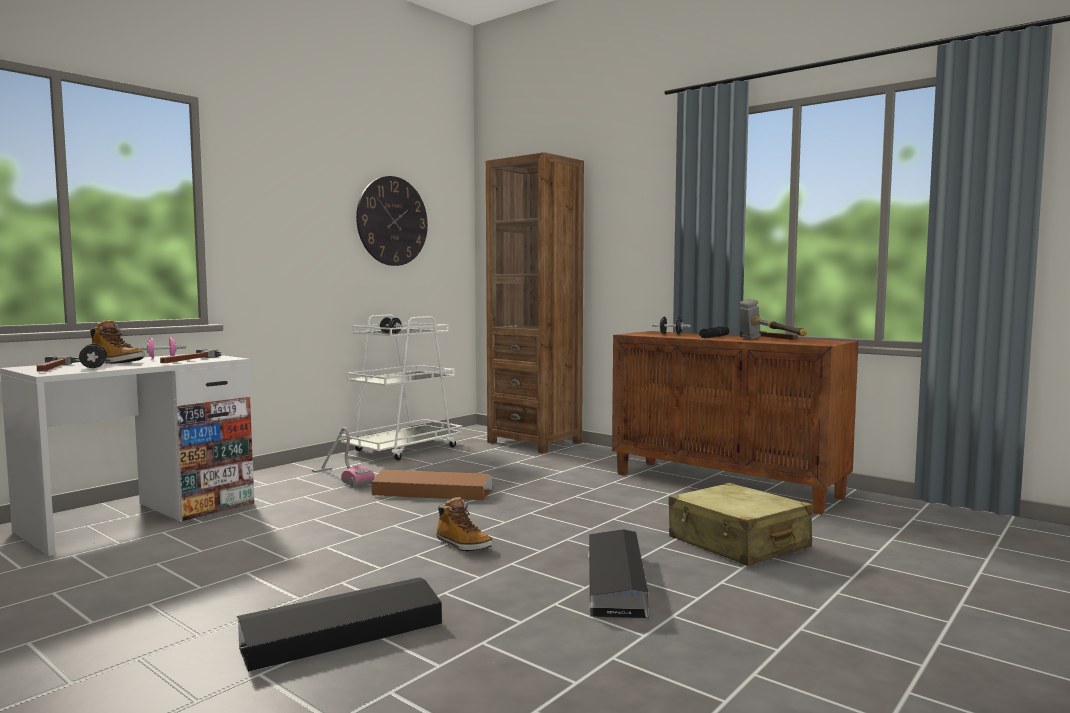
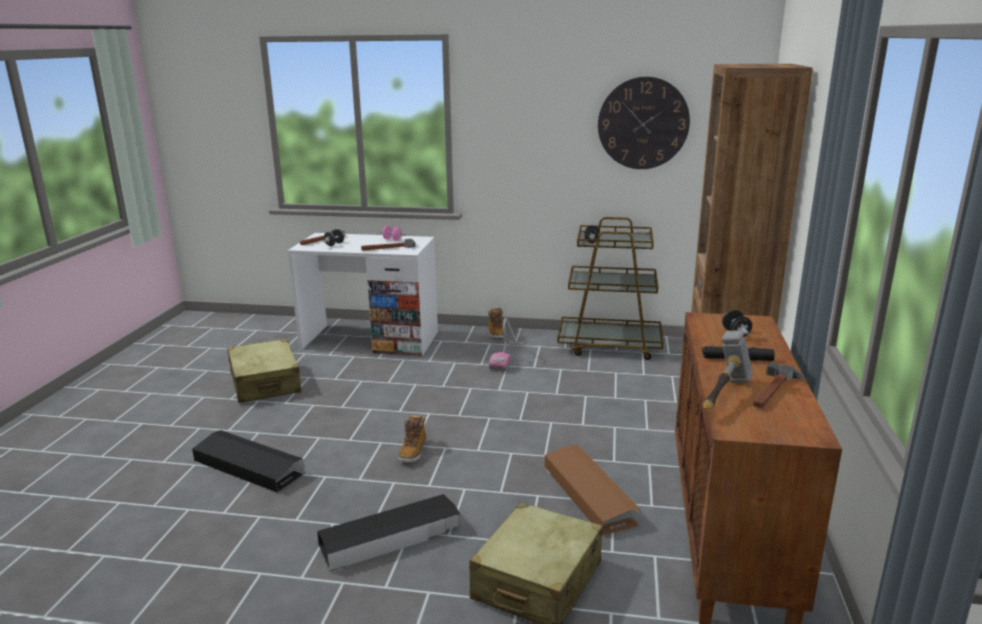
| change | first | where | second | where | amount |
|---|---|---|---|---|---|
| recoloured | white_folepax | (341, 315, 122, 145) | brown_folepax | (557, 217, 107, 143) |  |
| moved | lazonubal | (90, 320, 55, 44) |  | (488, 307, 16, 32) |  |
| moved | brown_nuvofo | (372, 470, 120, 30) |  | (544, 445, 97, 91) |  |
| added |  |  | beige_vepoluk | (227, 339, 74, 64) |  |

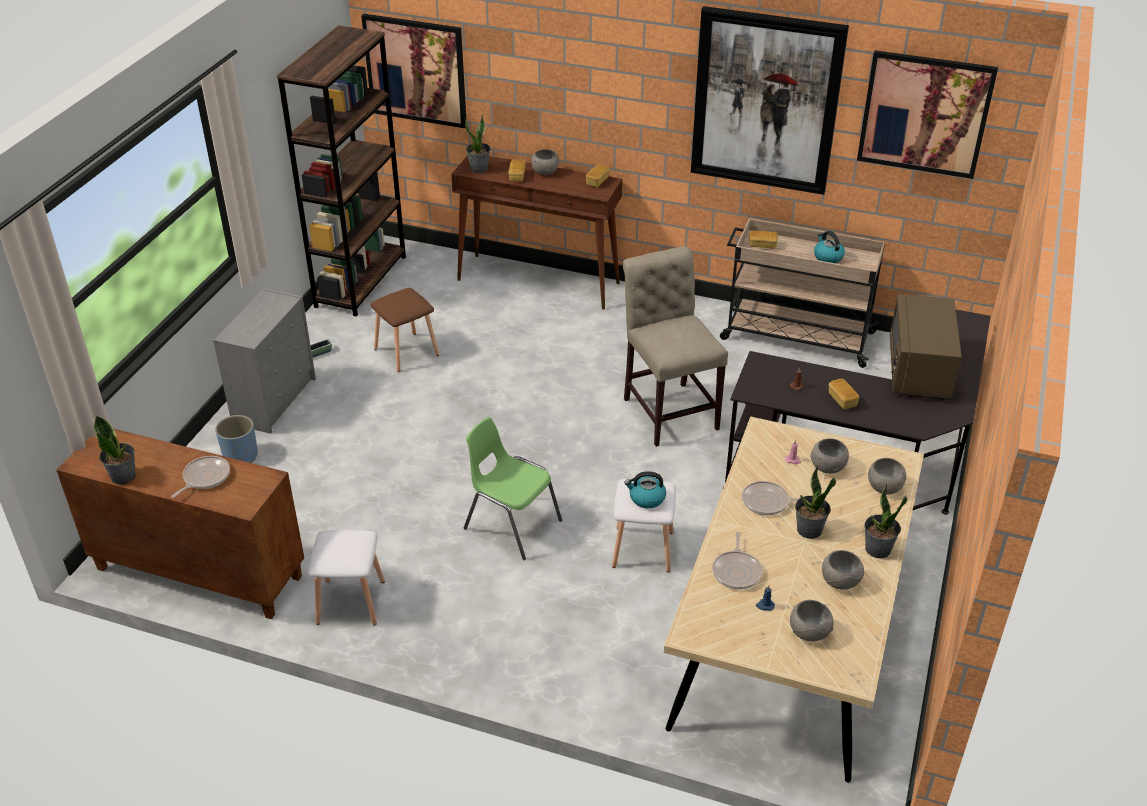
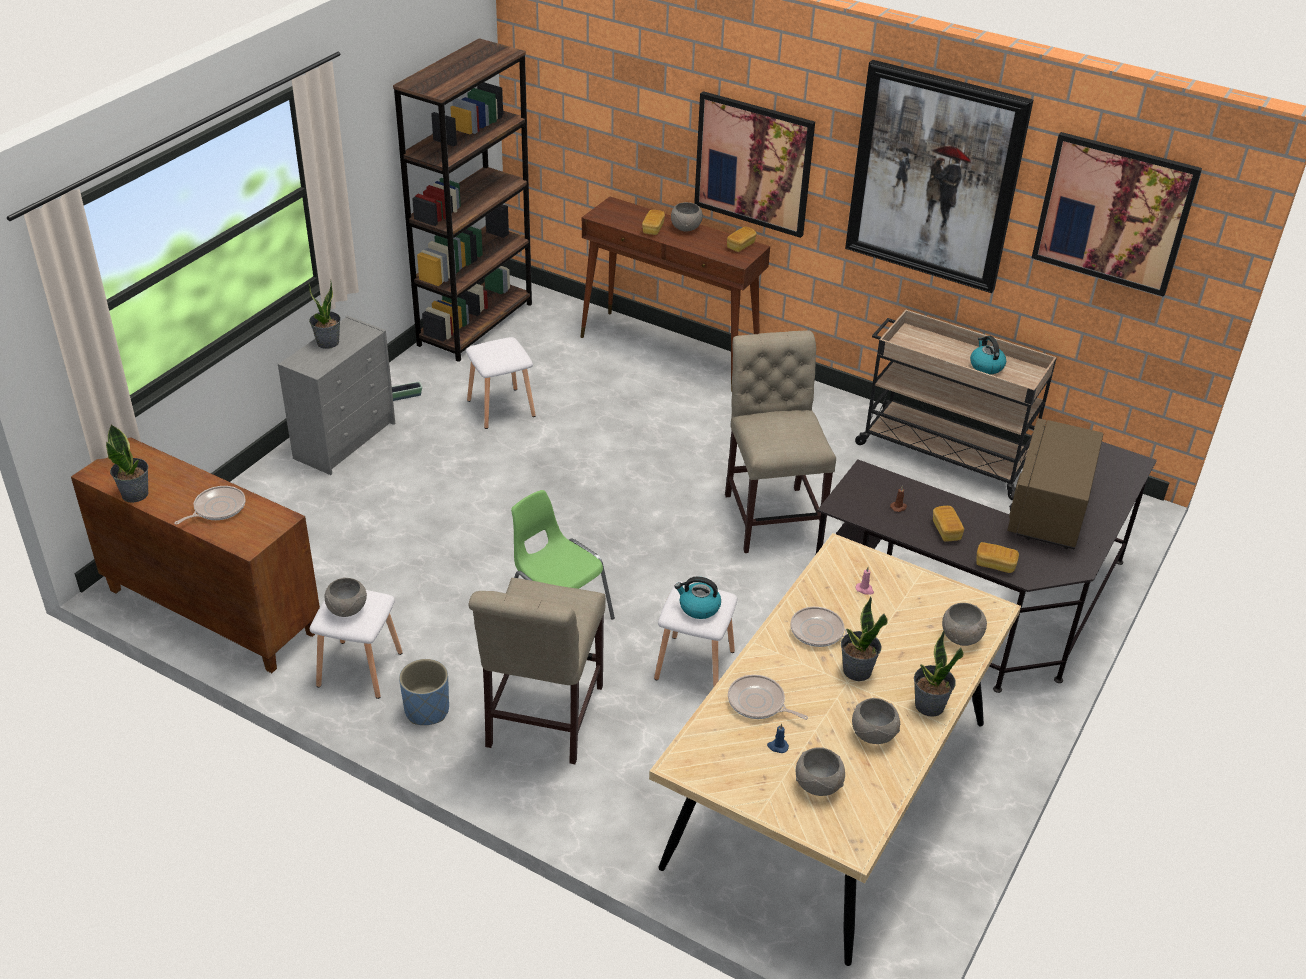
| change | first | where | second | where | amount |
|---|---|---|---|---|---|
| moved | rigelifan | (361, 14, 105, 114) |  | (694, 91, 121, 147) |  |
| moved | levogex | (465, 115, 26, 58) |  | (308, 280, 33, 69) |  |
| moved | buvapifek | (749, 231, 29, 18) |  | (976, 542, 43, 31) |  |
| recoloured | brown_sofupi | (371, 288, 68, 84) | white_sofupi | (466, 337, 70, 92) |  |
| moved | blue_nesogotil | (215, 415, 43, 48) |  | (399, 659, 50, 66) |  |
| moved | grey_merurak | (810, 438, 39, 36) |  | (325, 577, 42, 40) |  |
| turned | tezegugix | (712, 532, 51, 57) |  | (728, 675, 80, 45) | 105 degrees clockwise |
| added |  |  | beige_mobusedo | (468, 578, 138, 186) |  |

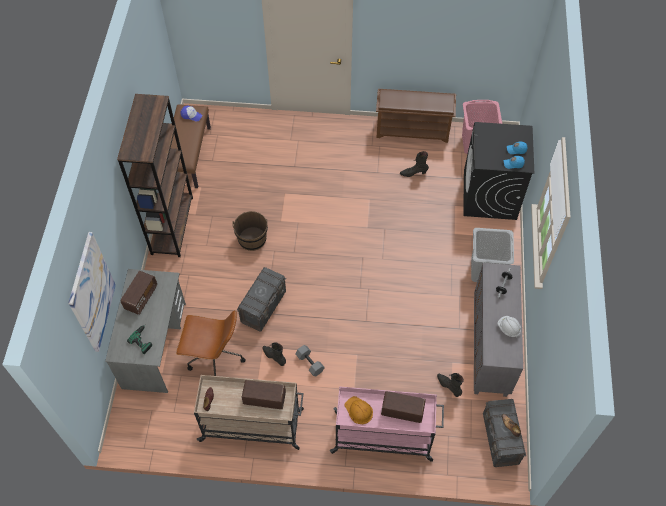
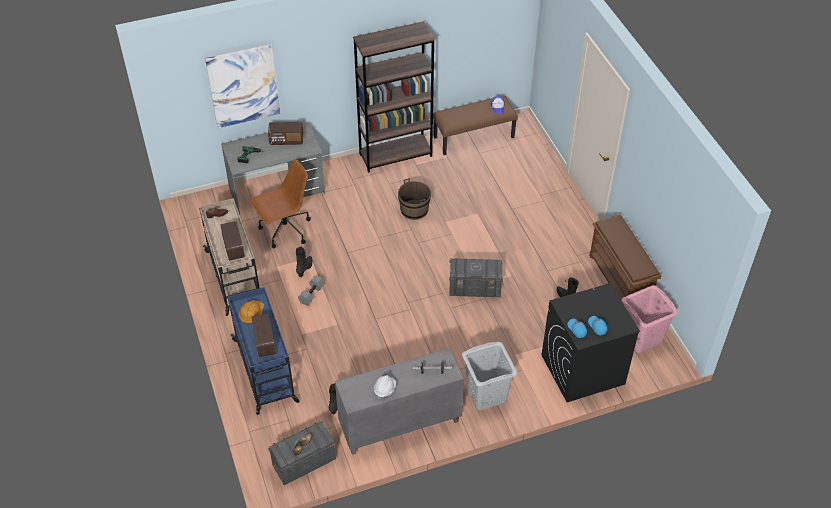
| change | first | where | second | where | amount |
|---|---|---|---|---|---|
| moved | grey_nuvofo | (237, 267, 49, 65) |  | (449, 258, 54, 39) |  |
| turned | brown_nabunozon | (176, 310, 70, 66) |  | (249, 159, 62, 89) | 105 degrees counterclockwise |
| recoloured | pink_folepax | (330, 386, 114, 76) | blue_folepax | (228, 287, 71, 128) |  |

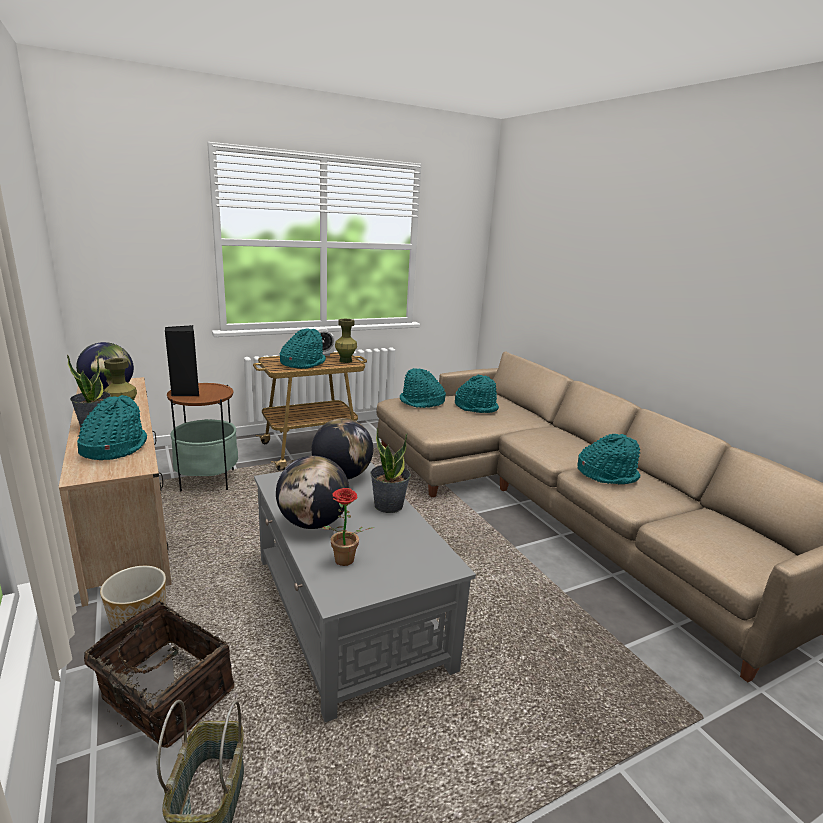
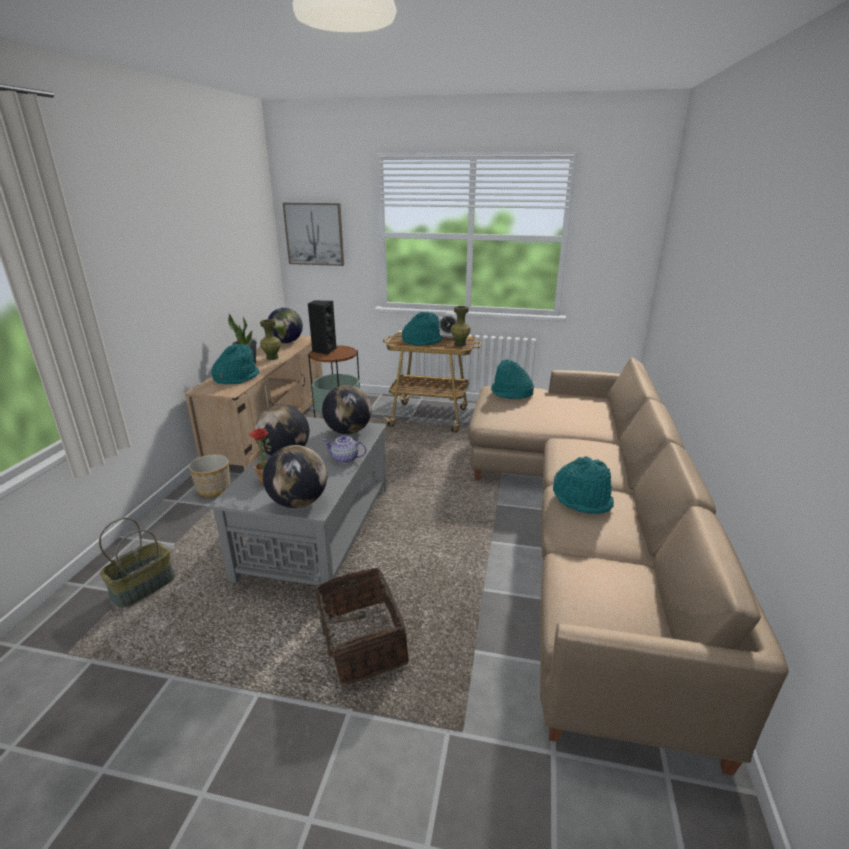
| change | first | where | second | where | amount |
|---|---|---|---|---|---|
| removed | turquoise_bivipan | (455, 375, 44, 38) |  |  |  |
| replaced | levogex | (370, 427, 41, 86) | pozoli | (323, 435, 44, 29) |  |
| moved | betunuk | (84, 601, 151, 147) |  | (307, 567, 102, 118) |  |
| added |  |  | rigelifan | (283, 203, 61, 63) |  |
| added |  |  | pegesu | (263, 445, 64, 63) |  |

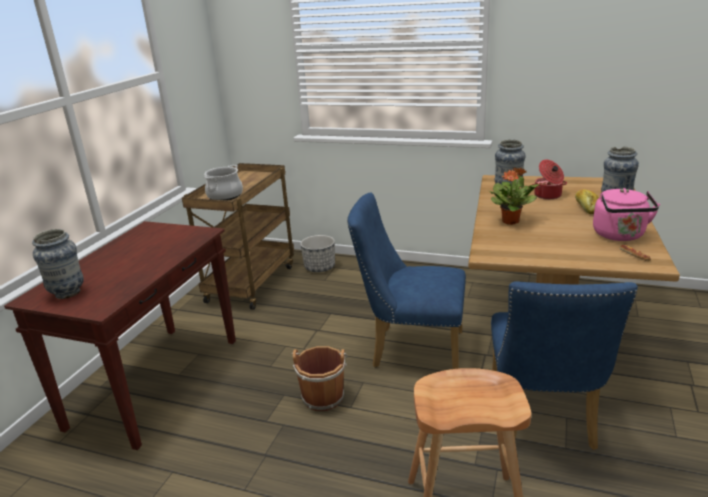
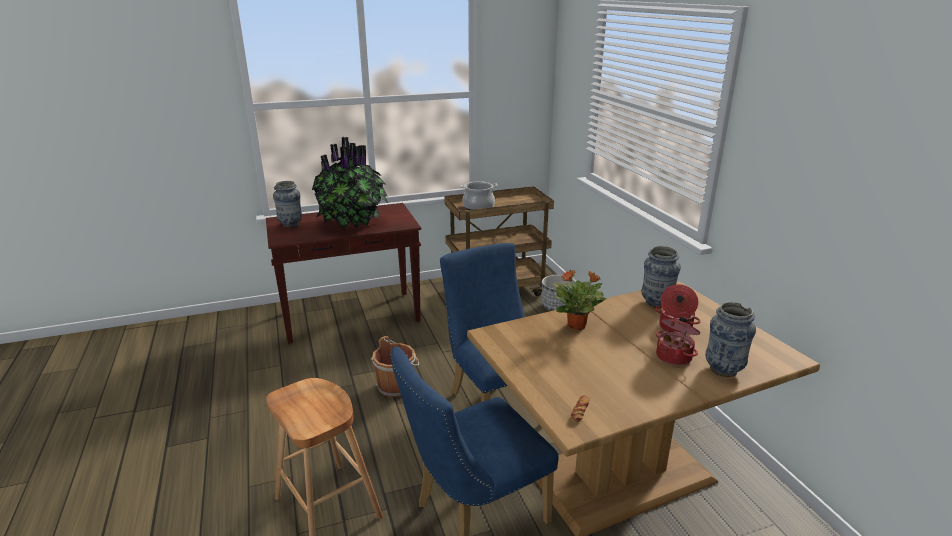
| change | first | where | second | where | amount |
|---|---|---|---|---|---|
| removed | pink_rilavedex | (593, 188, 67, 53) |  |  |  |
| replaced | buvapifek | (575, 189, 24, 25) | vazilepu | (656, 317, 44, 49) |  |
| added |  |  | levogex | (312, 137, 77, 92) |  |

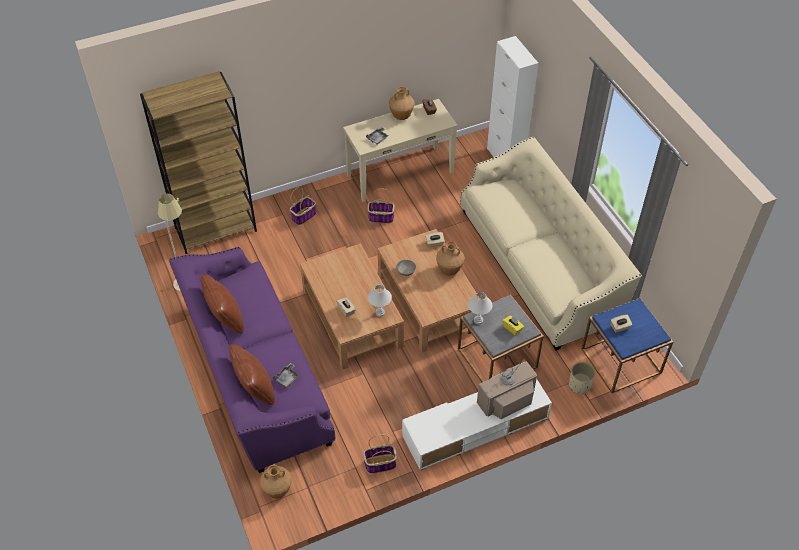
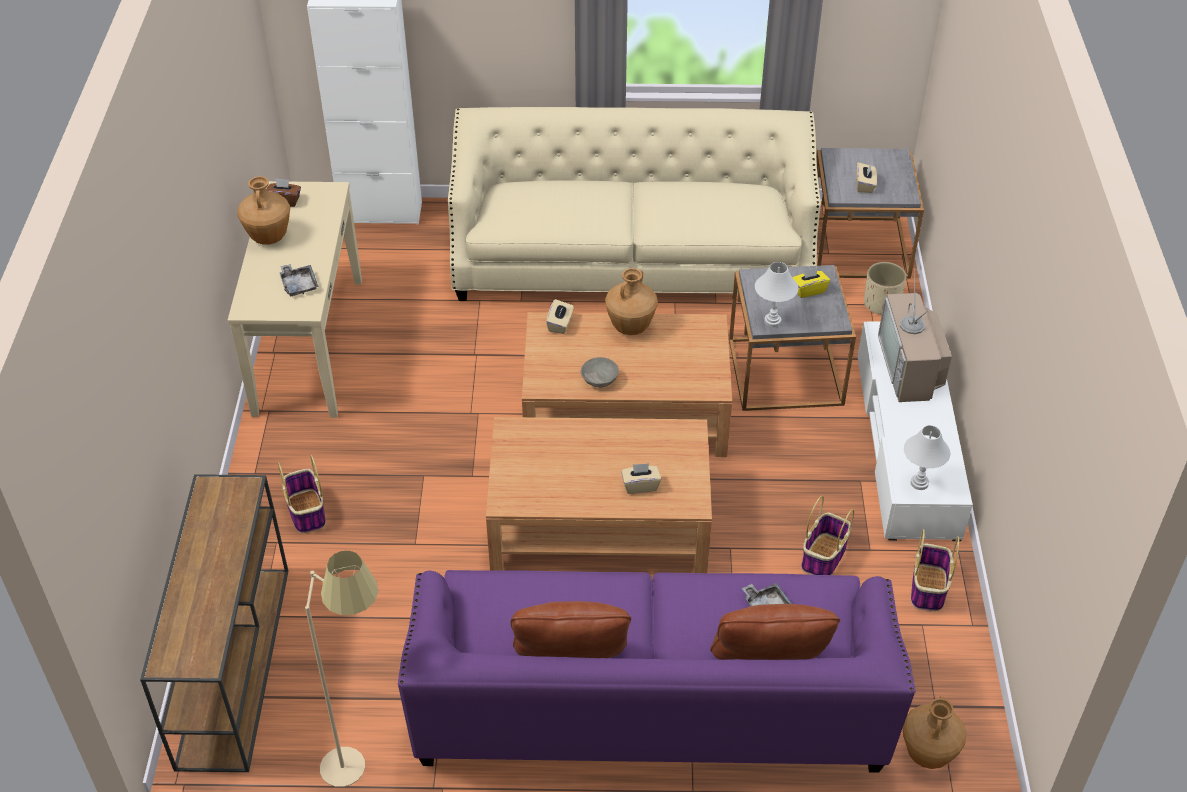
| change | first | where | second | where | amount |
|---|---|---|---|---|---|
| replaced | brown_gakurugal | (140, 71, 117, 183) | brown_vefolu | (140, 474, 148, 298) |  |
| moved | betunuk | (368, 188, 27, 35) |  | (801, 495, 53, 80) |  |
| moved | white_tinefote | (368, 285, 24, 32) |  | (904, 425, 46, 65) |  |
| recoloured | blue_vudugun | (582, 298, 91, 95) | grey_vudugun | (816, 148, 108, 131) |  |

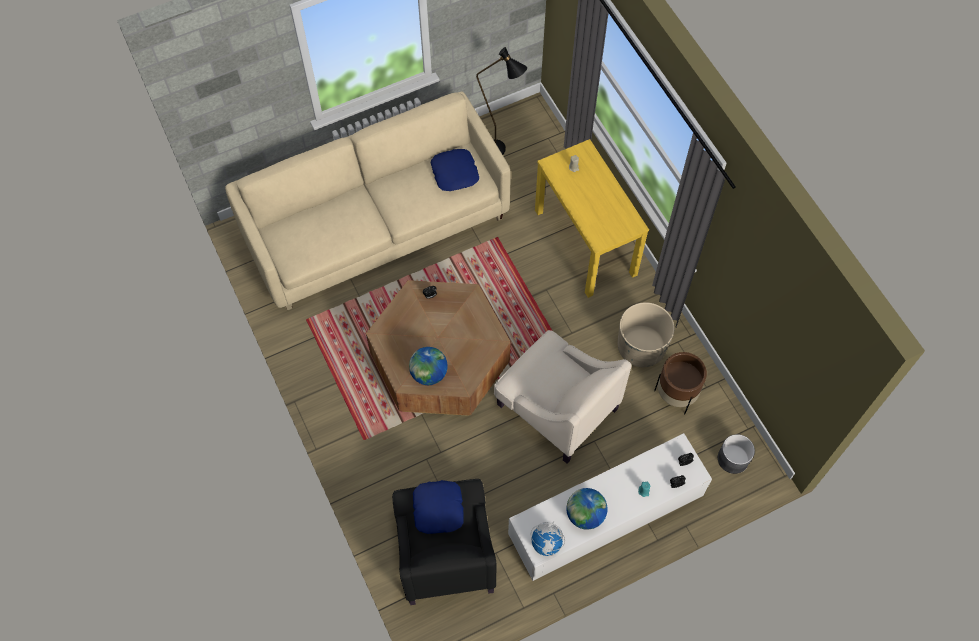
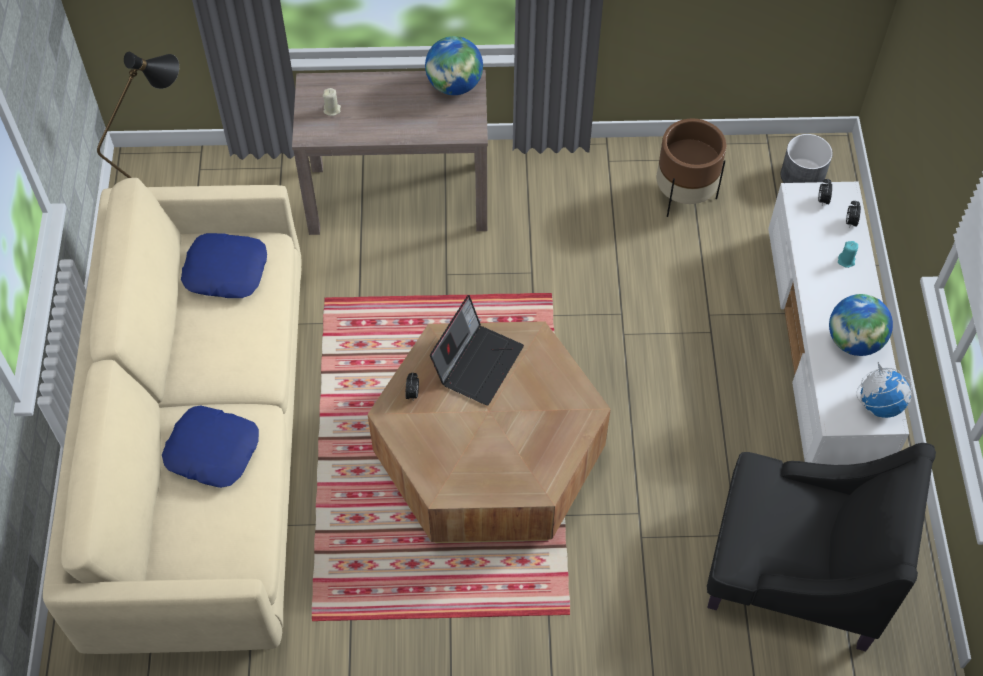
| change | first | where | second | where | amount |
|---|---|---|---|---|---|
| recoloured | yellow_vefolu | (535, 139, 114, 159) | brown_vefolu | (292, 70, 196, 165) |  |
| removed | beige_nesogotil | (618, 302, 56, 65) |  |  |  |
| removed | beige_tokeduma | (494, 330, 138, 134) |  |  |  |
| moved | pegesu | (409, 347, 39, 38) |  | (425, 36, 58, 59) |  |
| moved | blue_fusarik | (413, 480, 51, 54) |  | (162, 405, 97, 83) |  |
| added |  |  | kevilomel | (430, 295, 94, 111) |  |

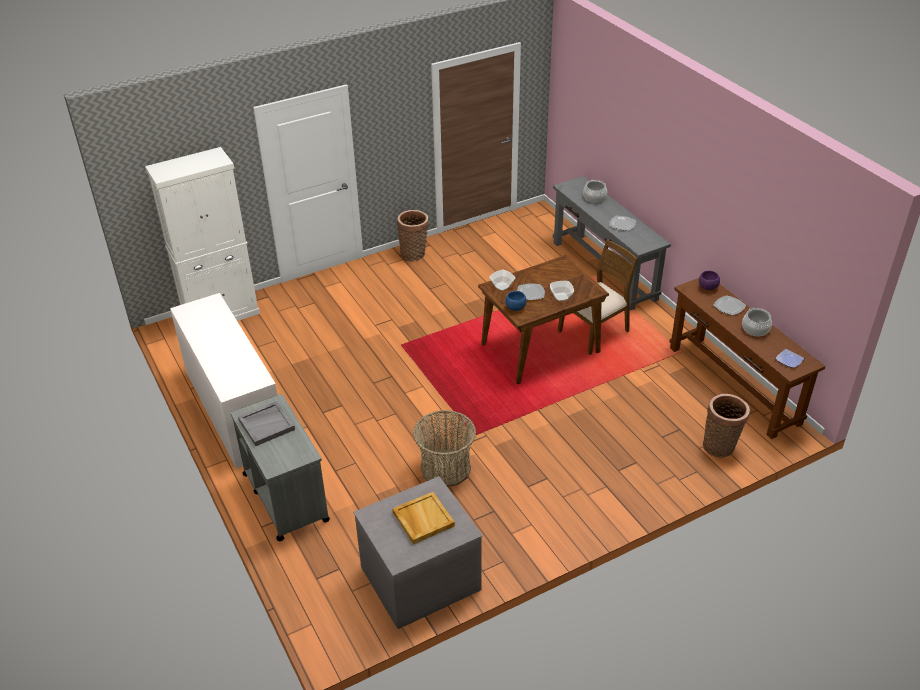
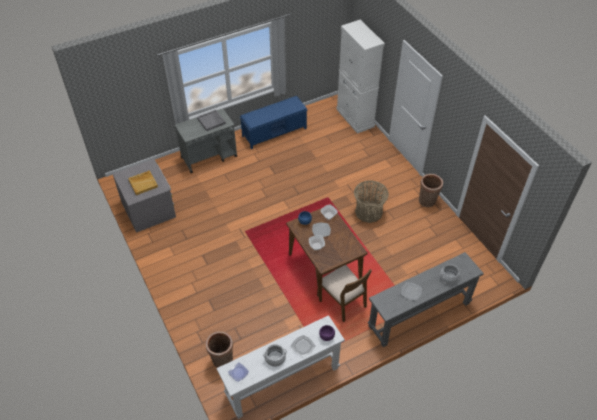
| change | first | where | second | where | amount |
|---|---|---|---|---|---|
| recoloured | brown_vefolu | (669, 278, 156, 161) | white_vefolu | (216, 315, 129, 104) |  |
| replaced | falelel | (170, 293, 107, 176) | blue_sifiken | (240, 96, 68, 53) |  |
| moved | betunuk | (413, 410, 63, 77) |  | (354, 180, 35, 43) |  |

